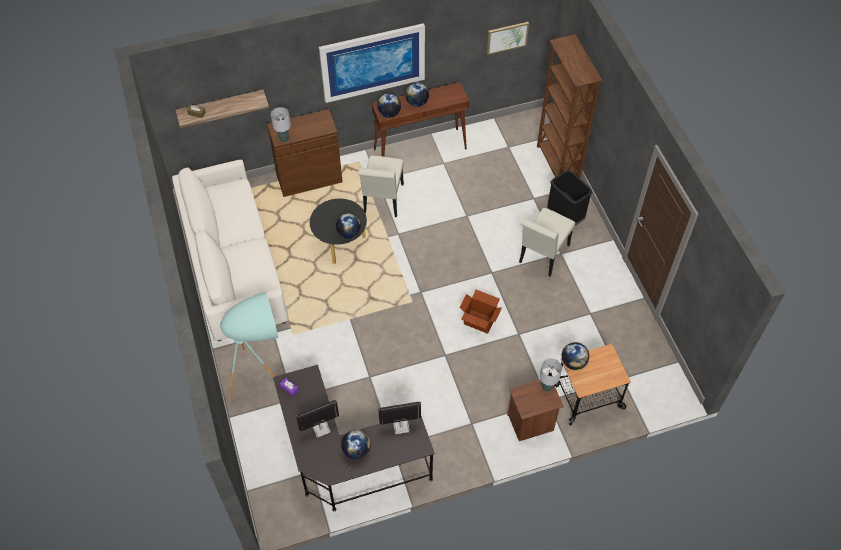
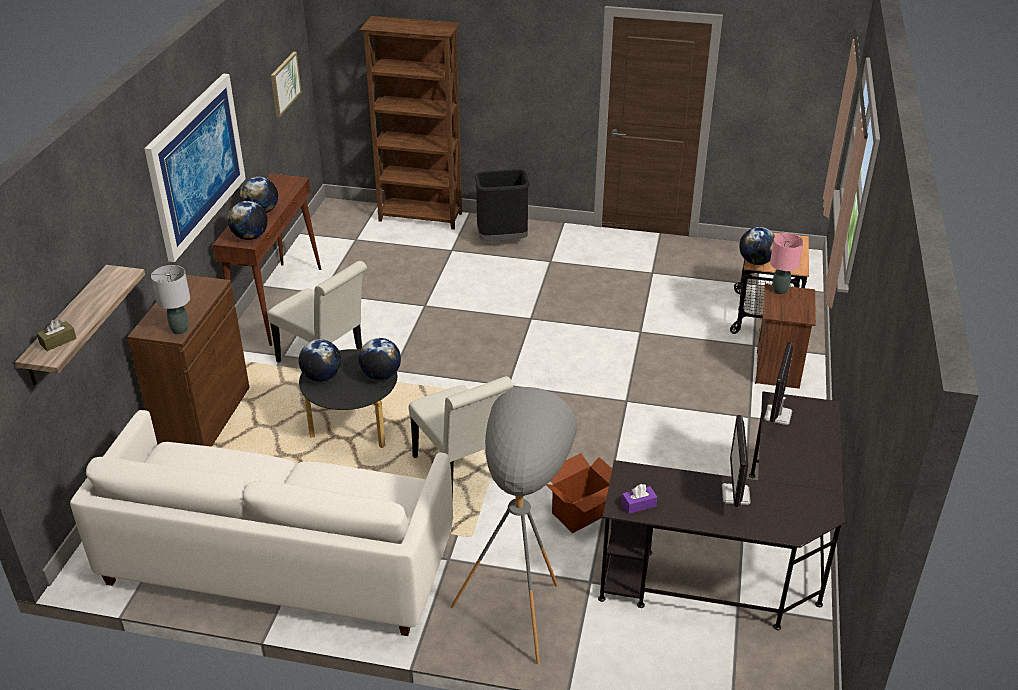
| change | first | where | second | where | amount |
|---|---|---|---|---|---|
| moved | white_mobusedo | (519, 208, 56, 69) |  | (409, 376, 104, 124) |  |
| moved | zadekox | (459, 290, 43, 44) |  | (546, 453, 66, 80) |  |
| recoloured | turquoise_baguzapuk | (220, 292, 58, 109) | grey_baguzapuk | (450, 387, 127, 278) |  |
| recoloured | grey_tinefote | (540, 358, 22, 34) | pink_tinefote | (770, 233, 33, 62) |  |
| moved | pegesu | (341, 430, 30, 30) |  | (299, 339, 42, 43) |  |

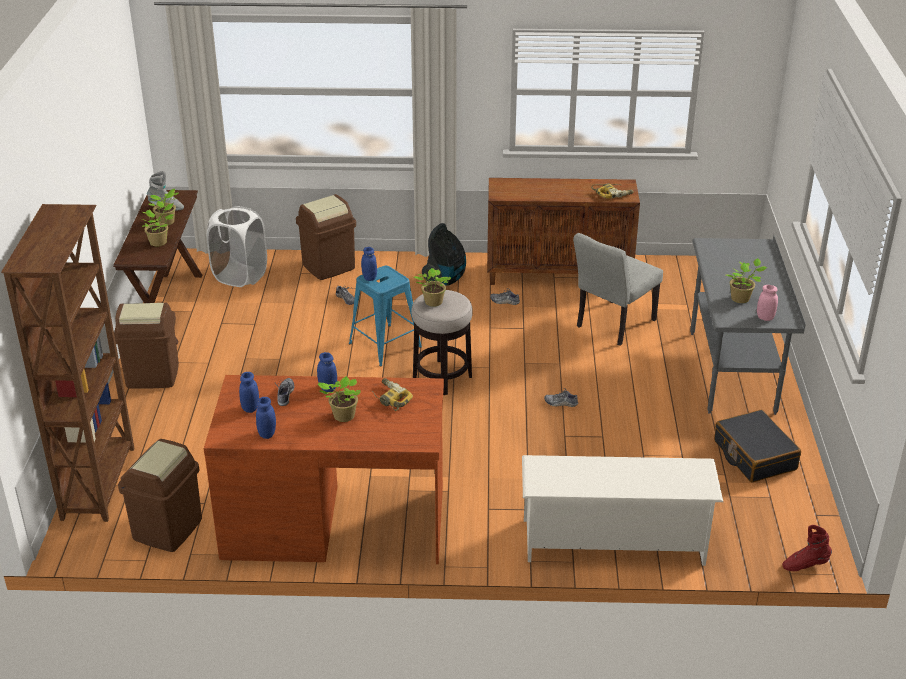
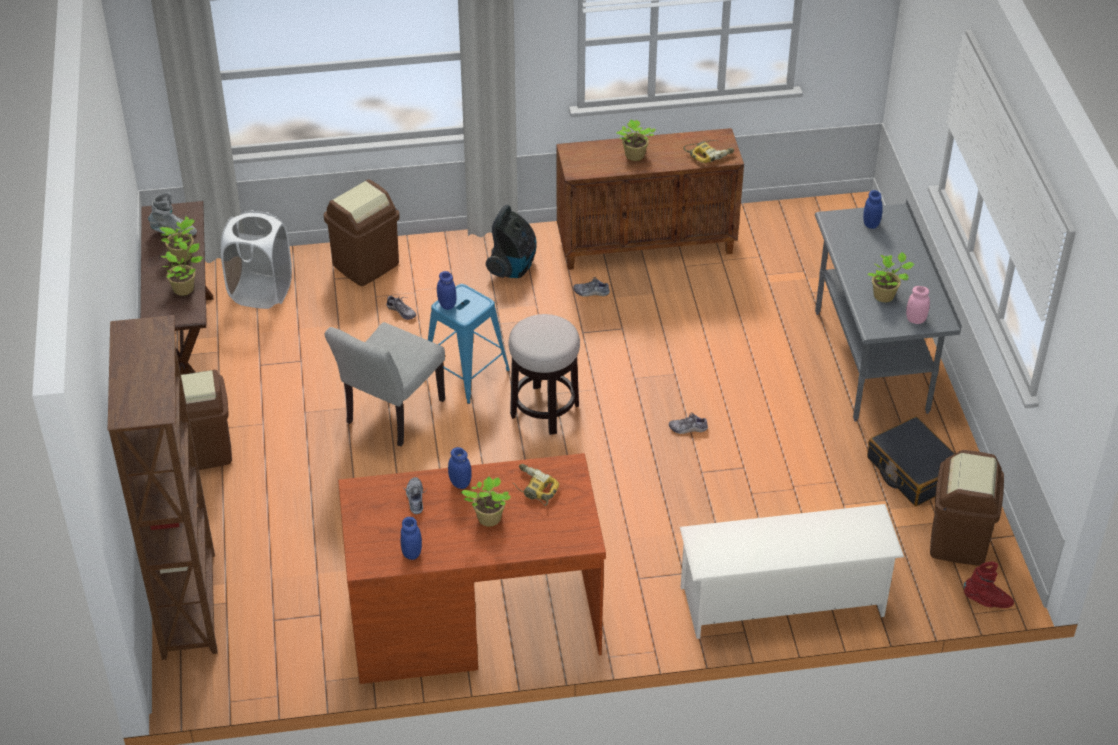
| change | first | where | second | where | amount |
|---|---|---|---|---|---|
| moved | grey_mobusedo | (573, 233, 90, 113) |  | (324, 322, 121, 124) |  |
| moved | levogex | (414, 268, 37, 39) |  | (617, 120, 38, 41) |  |
| moved | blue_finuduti | (239, 372, 20, 41) |  | (863, 190, 20, 39) |  |
| moved | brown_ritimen | (118, 439, 84, 113) |  | (930, 450, 74, 116) |  |
| turned | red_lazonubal | (782, 525, 50, 46) |  | (964, 562, 50, 46) | 150 degrees counterclockwise |

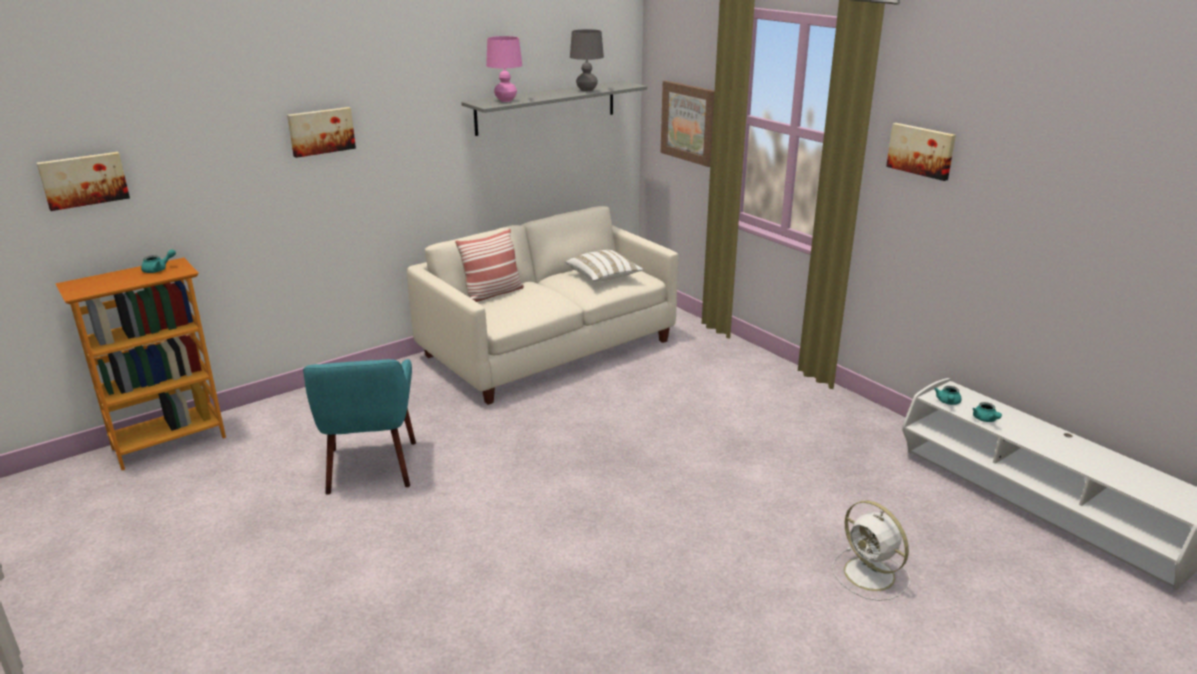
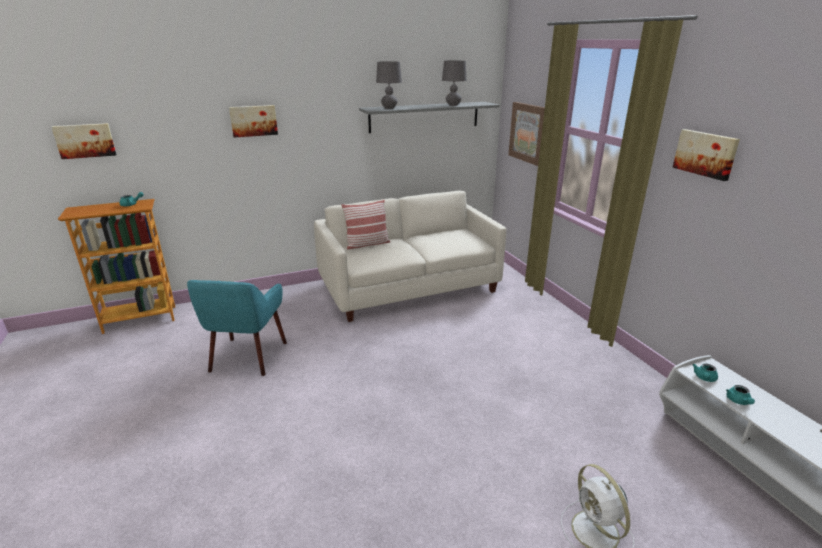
| change | first | where | second | where | amount |
|---|---|---|---|---|---|
| recoloured | pink_tinefote | (486, 36, 36, 66) | grey_tinefote | (376, 61, 26, 48) |  |
| removed | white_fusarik | (566, 250, 77, 31) |  |  |  |

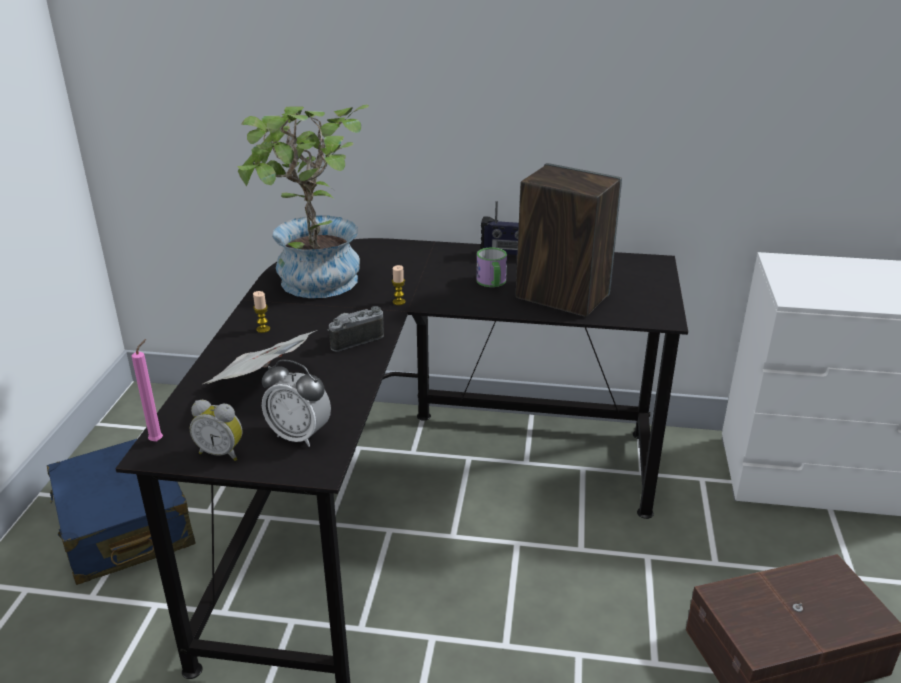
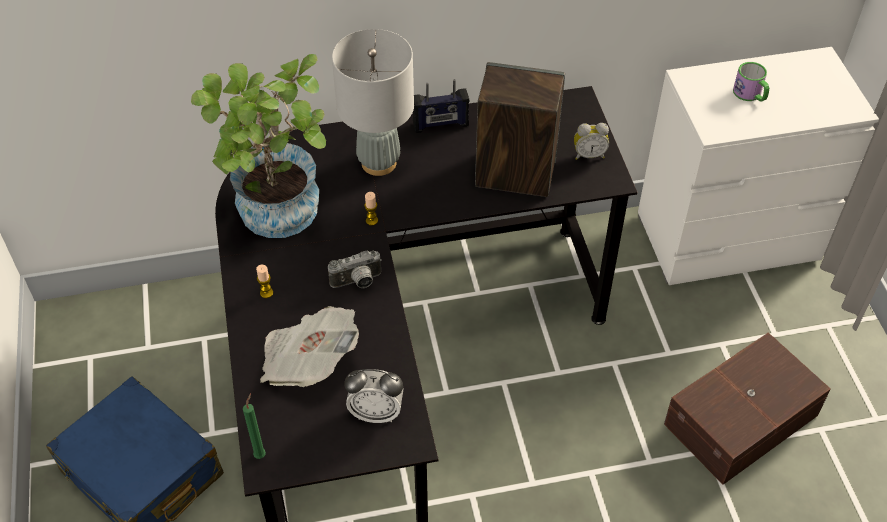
| change | first | where | second | where | amount |
|---|---|---|---|---|---|
| moved | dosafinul | (476, 248, 31, 39) |  | (733, 62, 36, 40) |  |
| turned | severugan | (327, 306, 57, 46) |  | (328, 250, 54, 38) | 150 degrees counterclockwise |
| recoloured | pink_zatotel | (131, 339, 32, 103) | green_zatotel | (243, 393, 23, 66) |  |
| moved | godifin | (190, 400, 53, 61) |  | (574, 123, 35, 37) |  |
| added |  |  | grey_tinefote | (332, 29, 82, 147) |  |

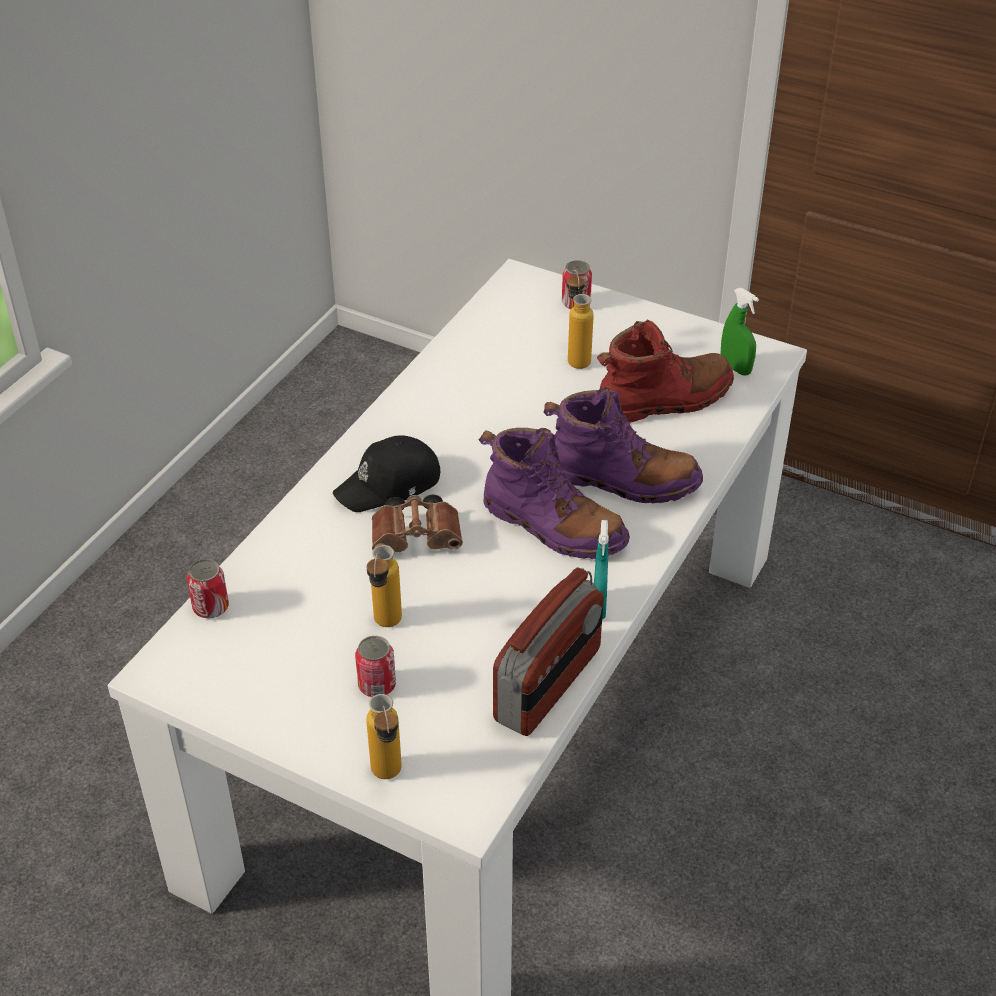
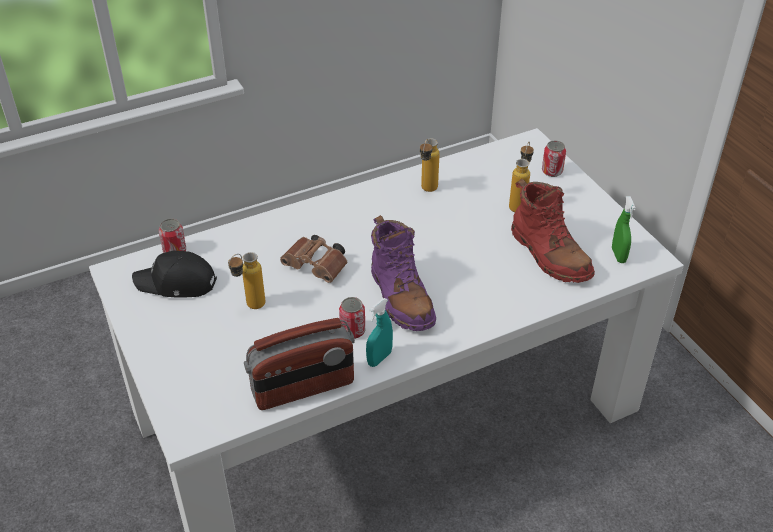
| change | first | where | second | where | amount |
|---|---|---|---|---|---|
| turned | red_lazonubal | (597, 320, 137, 103) |  | (511, 179, 84, 104) | 45 degrees clockwise |
| removed | purple_lazonubal | (544, 387, 159, 116) |  |  |  |
| moved | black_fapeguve | (333, 435, 107, 77) |  | (132, 250, 85, 48) |  |
| moved | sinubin | (355, 636, 41, 61) |  | (339, 297, 26, 42) |  |
| moved | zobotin | (366, 694, 36, 85) |  | (420, 139, 20, 53) |  |

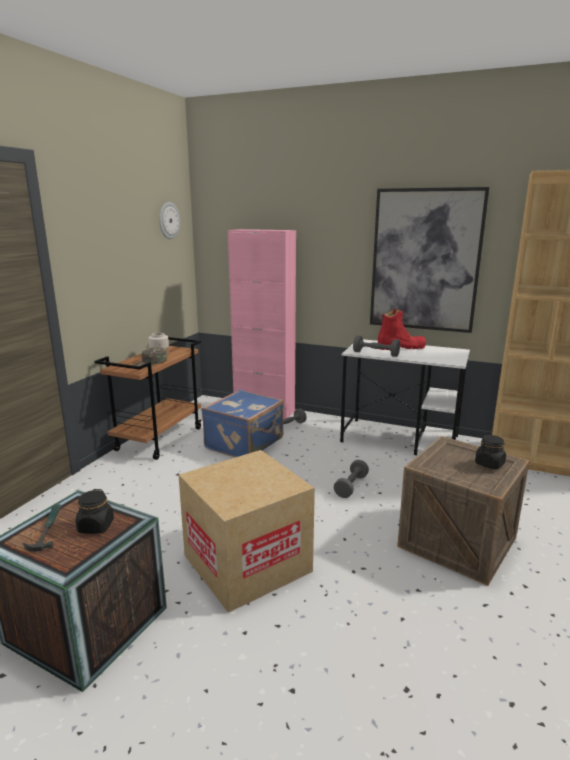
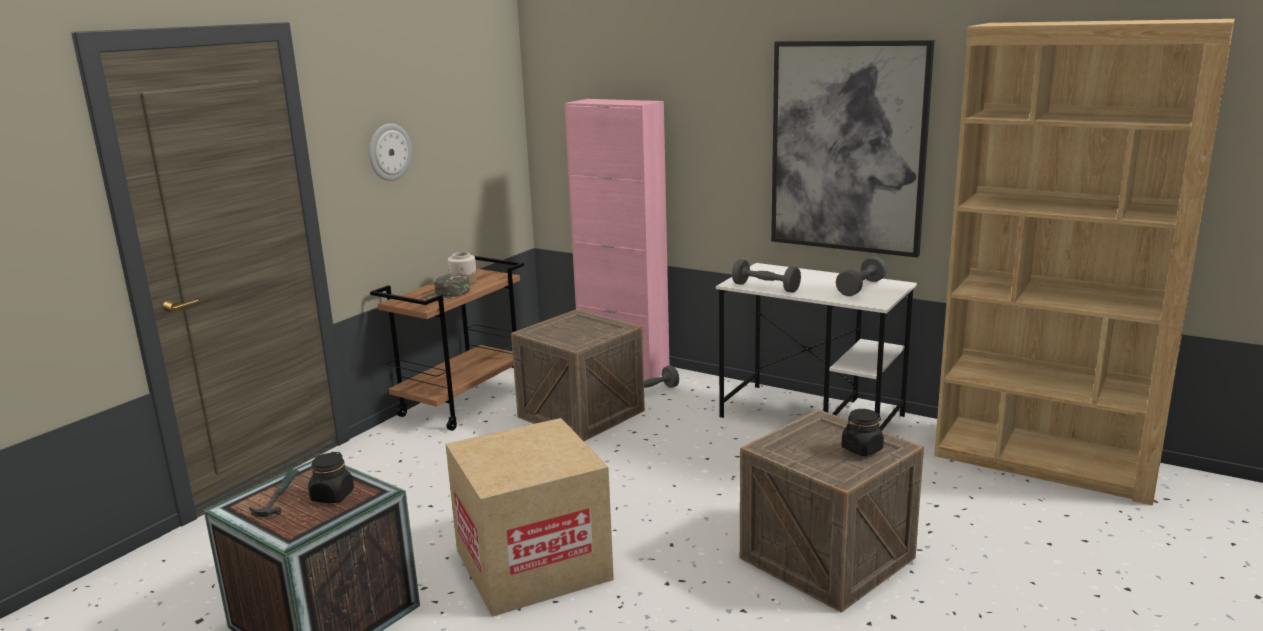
| change | first | where | second | where | amount |
|---|---|---|---|---|---|
| moved | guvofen | (159, 202, 21, 37) |  | (369, 123, 43, 58) |  |
| removed | red_lazonubal | (378, 309, 48, 41) |  |  |  |
| replaced | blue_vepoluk | (201, 389, 83, 68) | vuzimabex | (511, 309, 134, 132) |  |
| moved | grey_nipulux | (334, 460, 35, 38) |  | (836, 256, 51, 40) |  |

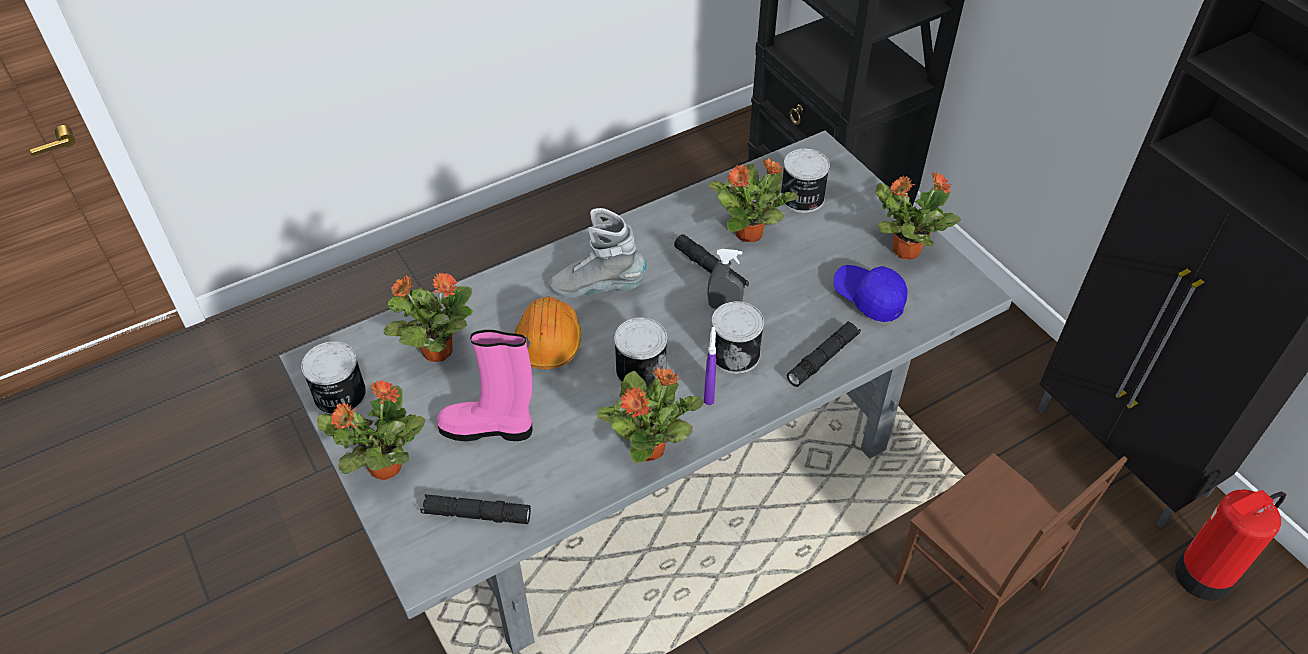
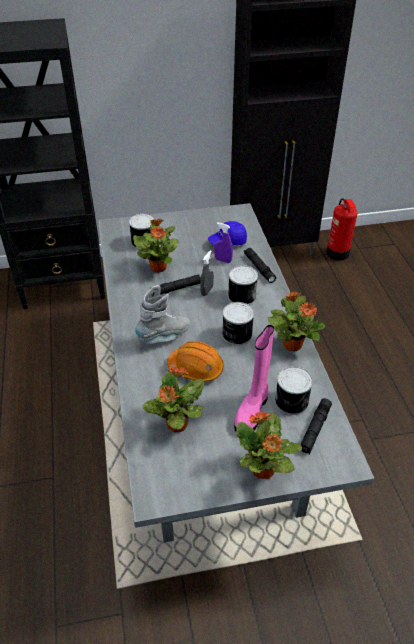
| change | first | where | second | where | amount |
|---|---|---|---|---|---|
| removed | levogex | (875, 172, 86, 88) |  |  |  |
| turned | grey_lazonubal | (549, 208, 98, 90) |  | (135, 285, 56, 59) | 150 degrees counterclockwise |
| moved | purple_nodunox | (704, 327, 12, 78) |  | (214, 222, 19, 41) |  |
| moved | sinubin | (301, 341, 66, 74) |  | (275, 366, 38, 49) |  |
| removed | brown_mobusedo | (894, 453, 233, 201) |  |  |  |

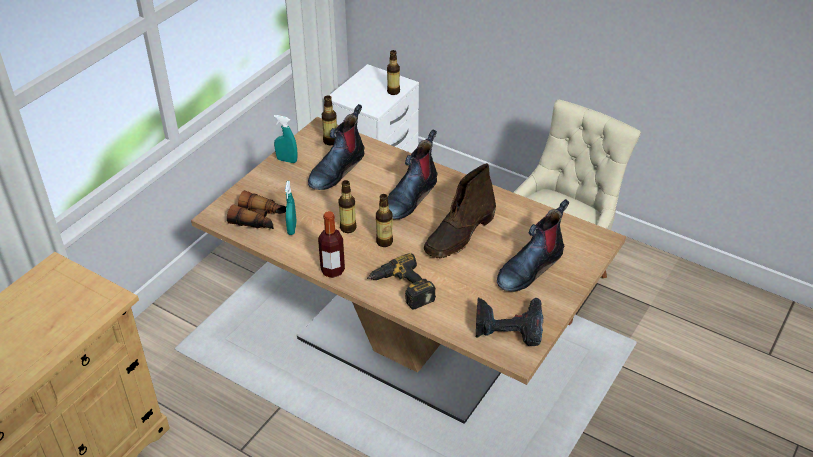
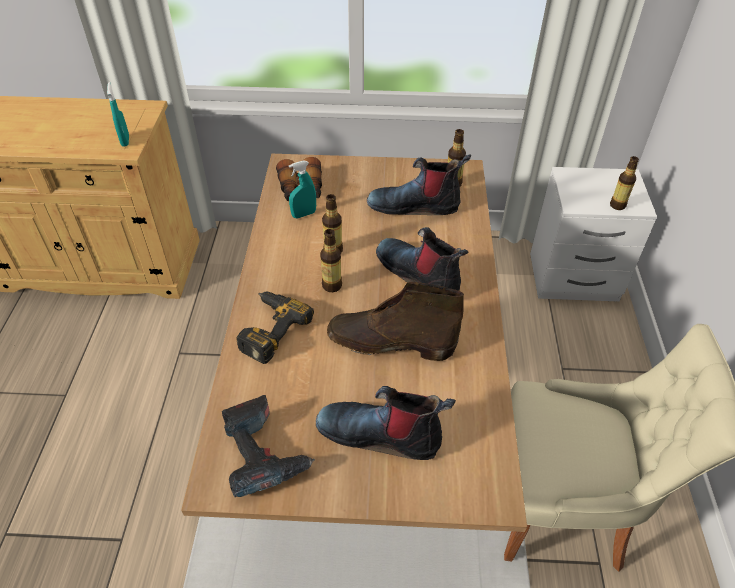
| change | first | where | second | where | amount |
|---|---|---|---|---|---|
| moved | turquoise_nodunox | (274, 115, 24, 48) |  | (107, 82, 22, 65) |  |
| turned | lazonubal | (388, 129, 50, 90) |  | (376, 227, 93, 64) | 45 degrees clockwise |
| removed | zobotin | (318, 211, 27, 67) |  |  |  |

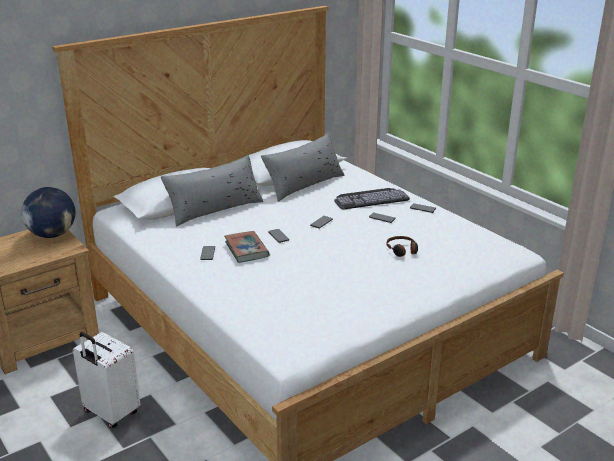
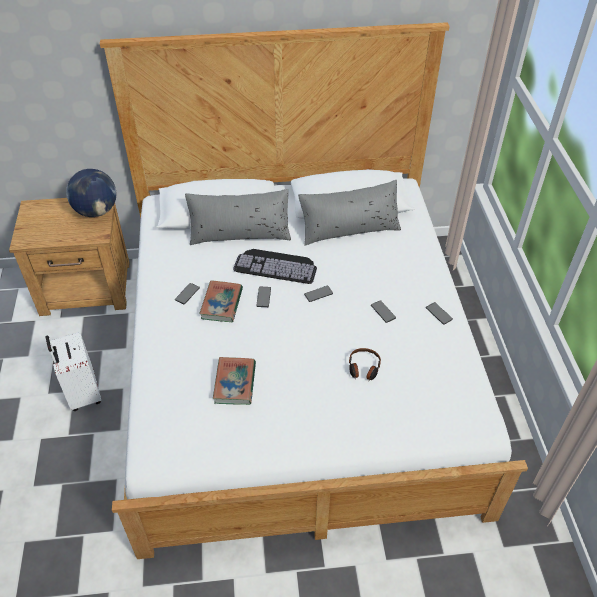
| change | first | where | second | where | amount |
|---|---|---|---|---|---|
| moved | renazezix | (334, 188, 76, 21) |  | (233, 249, 84, 35) |  |
| added |  |  | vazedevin | (213, 357, 43, 48) |  |

